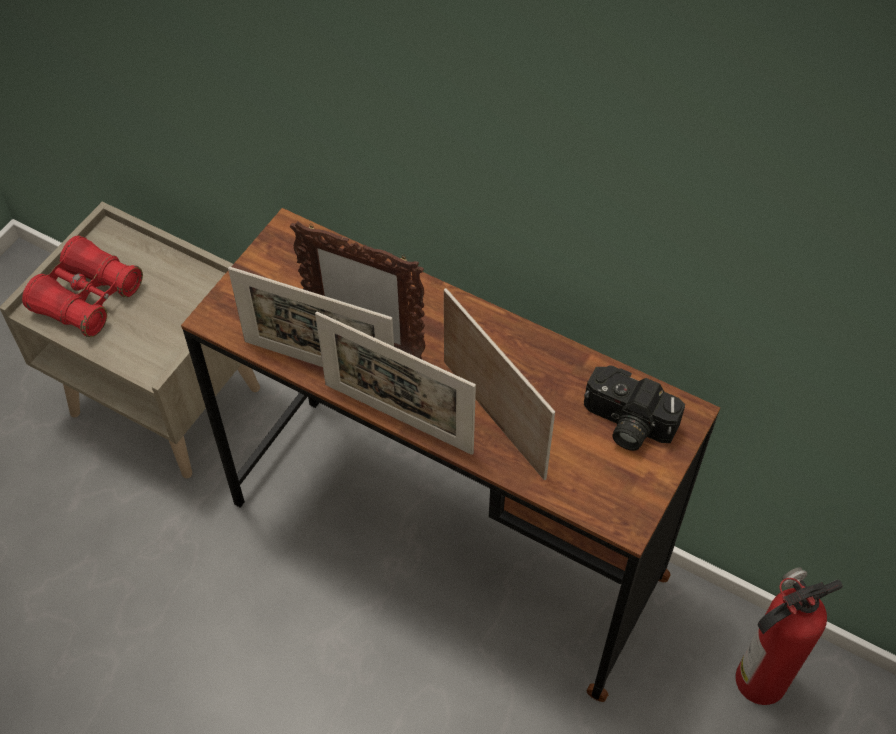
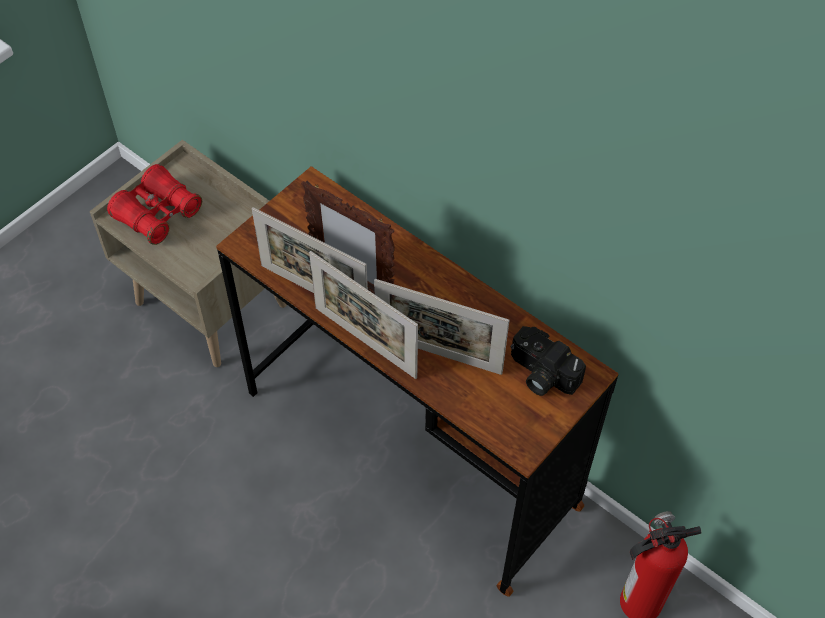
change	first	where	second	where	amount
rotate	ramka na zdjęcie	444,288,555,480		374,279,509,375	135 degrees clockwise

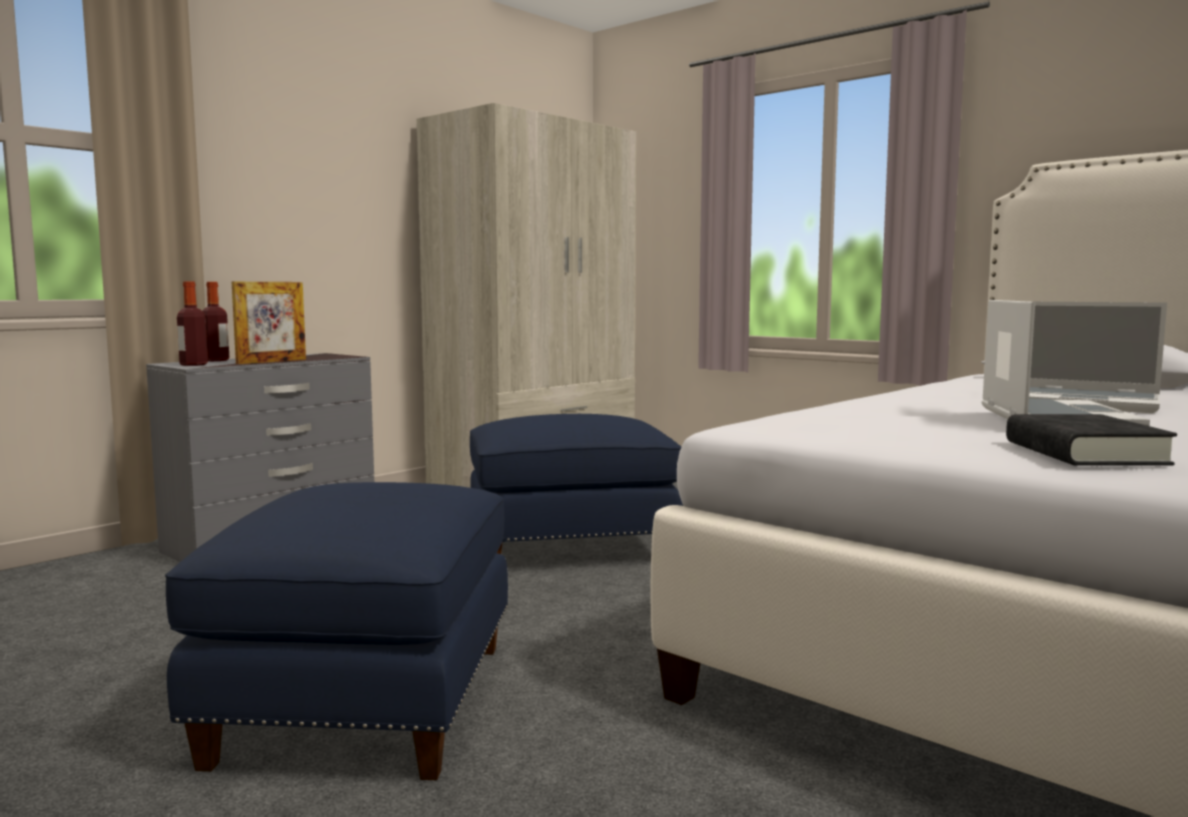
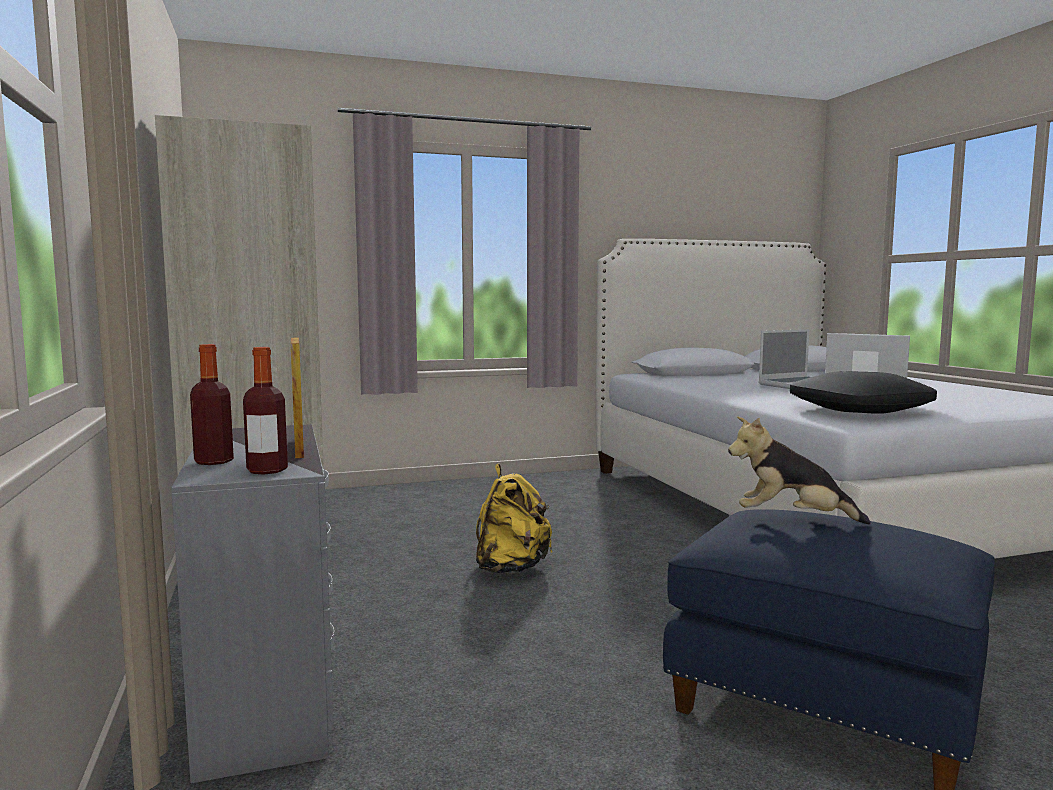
change	first	where	second	where	amount
replace	pufa (niebieski)	470,414,683,554	plecak (żółty)	476,464,553,574	
insert			pluszak	728,416,871,524	
insert			poduszka (czarny)	790,371,937,414	
delete	książka (czarny)	1006,414,1177,466			

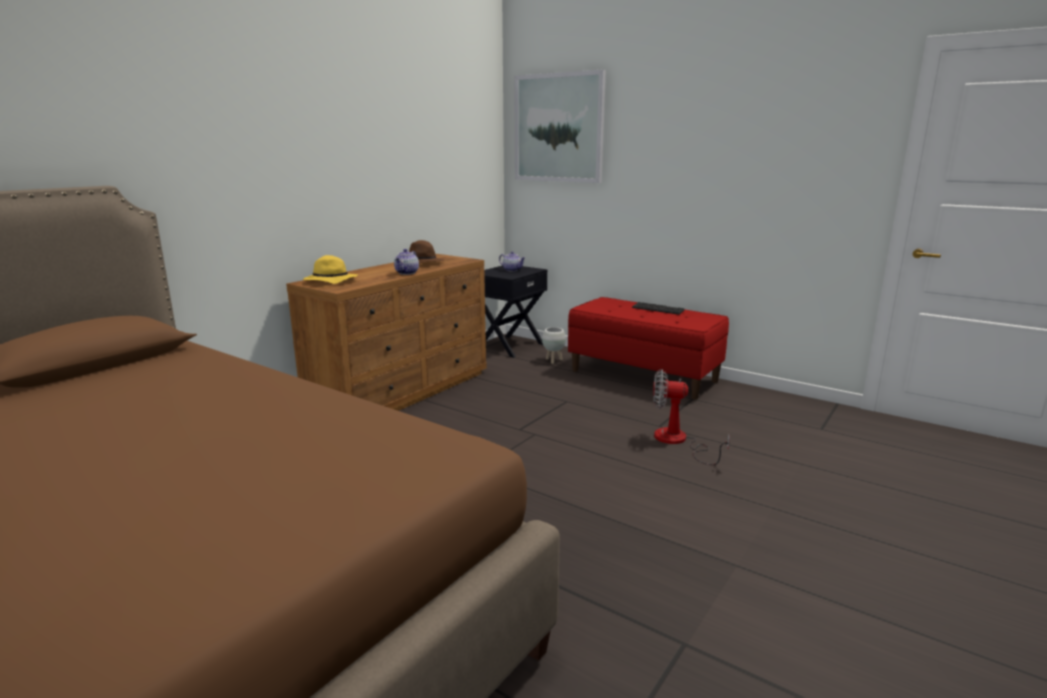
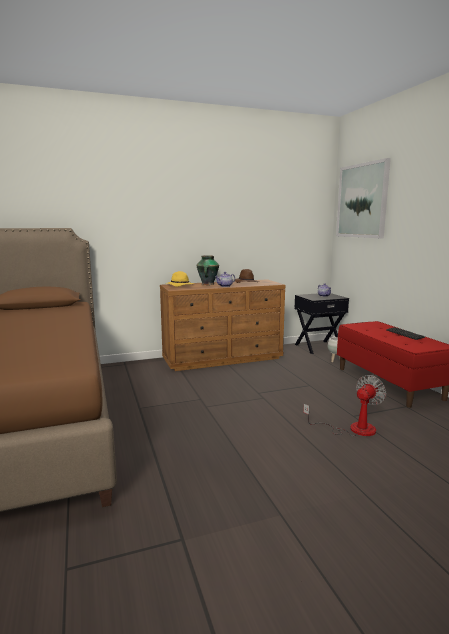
change	first	where	second	where	amount
insert			wazon	196,255,219,285	
rotate	wentylator	653,369,730,465		303,375,386,436	90 degrees clockwise

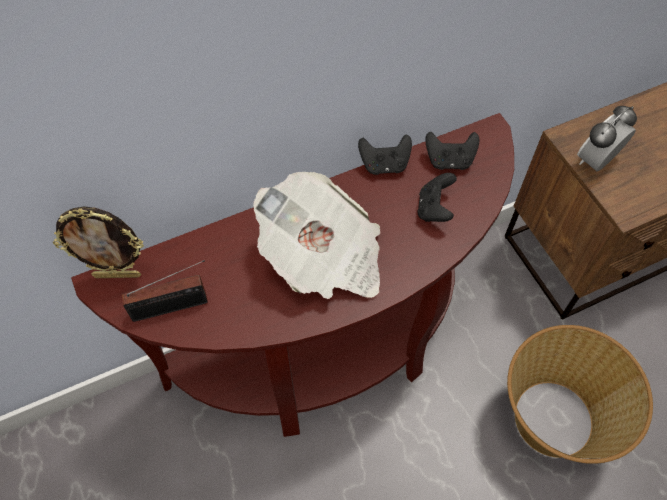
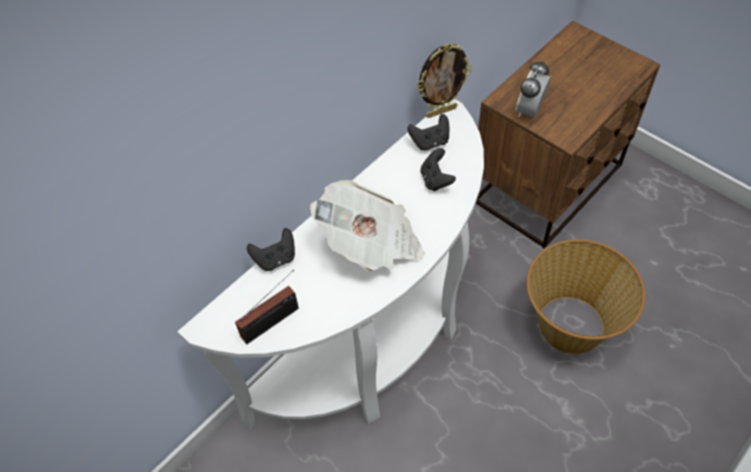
change	first	where	second	where	amount
recolor	stolik konsolowy (brązowy)	71,113,514,437	stolik konsolowy (biały)	177,99,484,429	
move	pad do gier (czarny)	358,134,412,175		247,228,295,271	
move	ramka na zdjęcie	53,206,144,278		417,44,472,118	

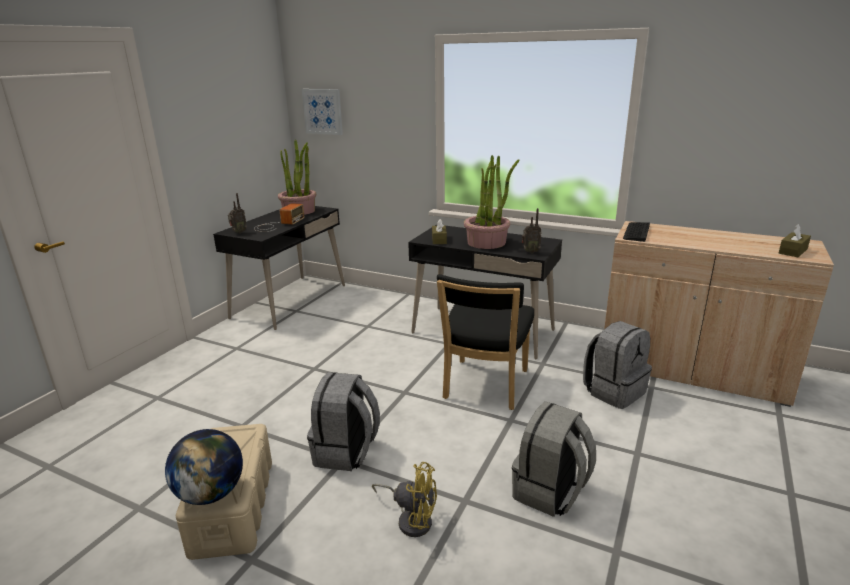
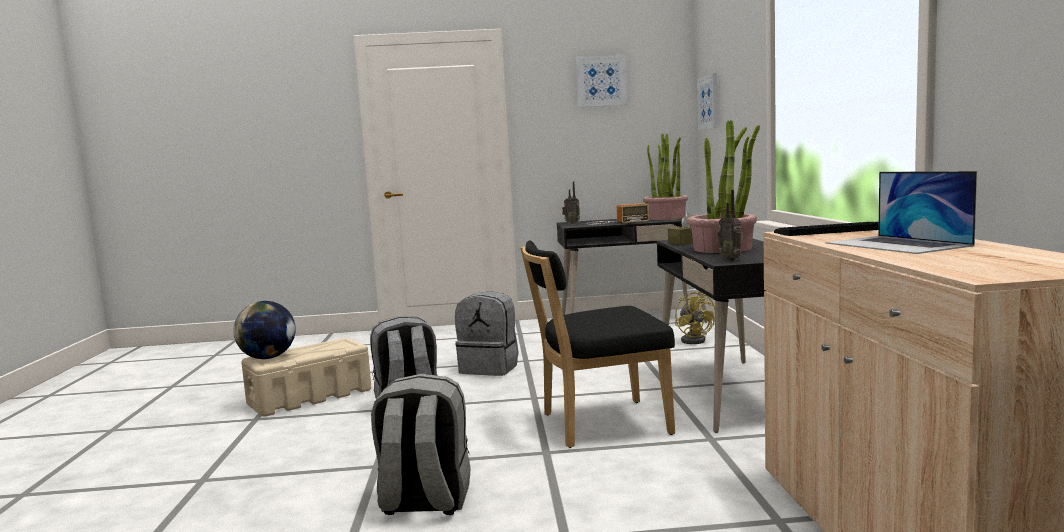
change	first	where	second	where	amount
move	plecak (szary)	583,321,652,409		455,291,518,376	
insert			obraz	576,55,627,108	
move	wentylator (żółty)	372,462,437,537		675,291,715,344	
insert			laptop	826,171,977,254	
delete	pudełko chusteczek (brązowy)	779,224,811,257			

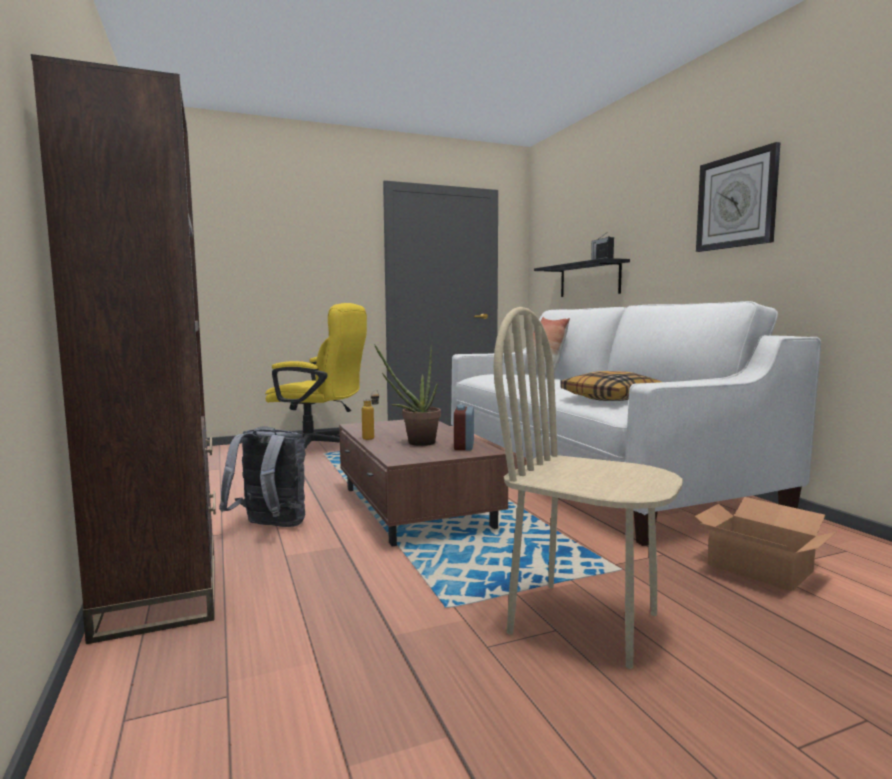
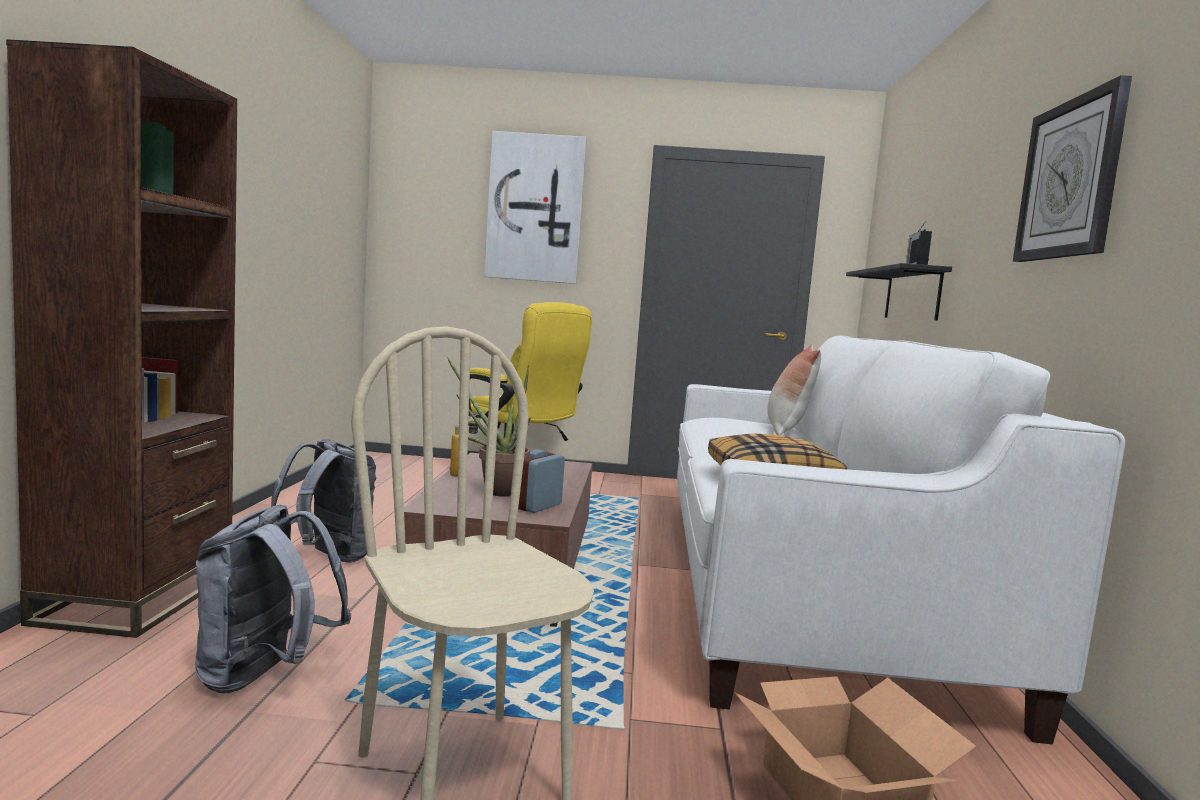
change	first	where	second	where	amount
insert			plecak (szary)	195,505,351,693	
insert			obraz	484,131,587,284	

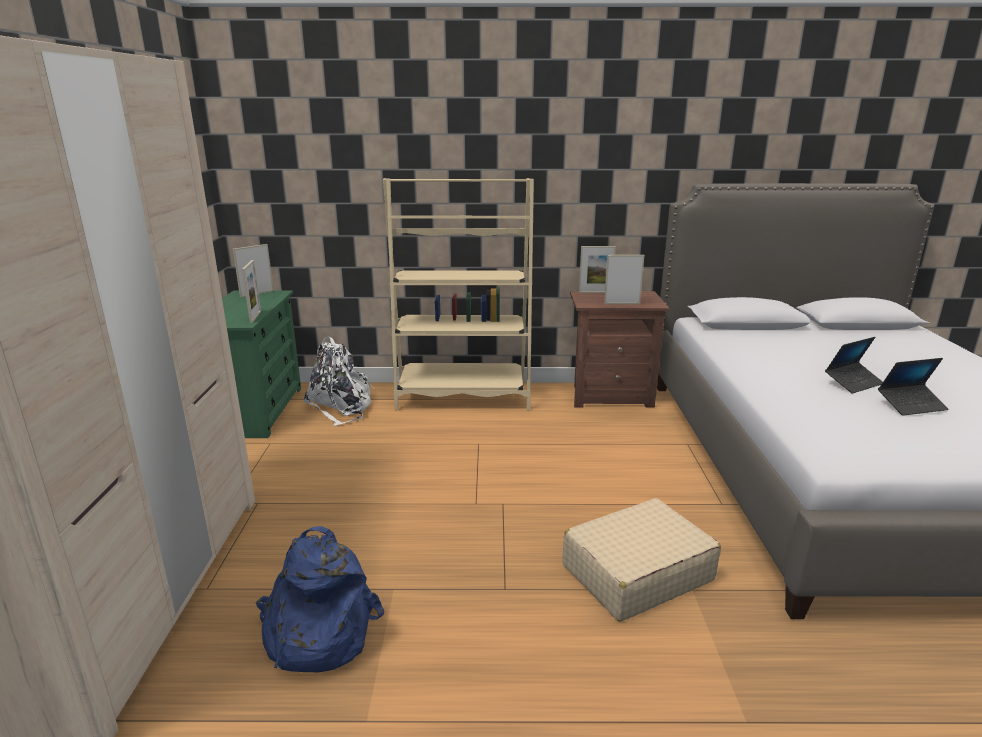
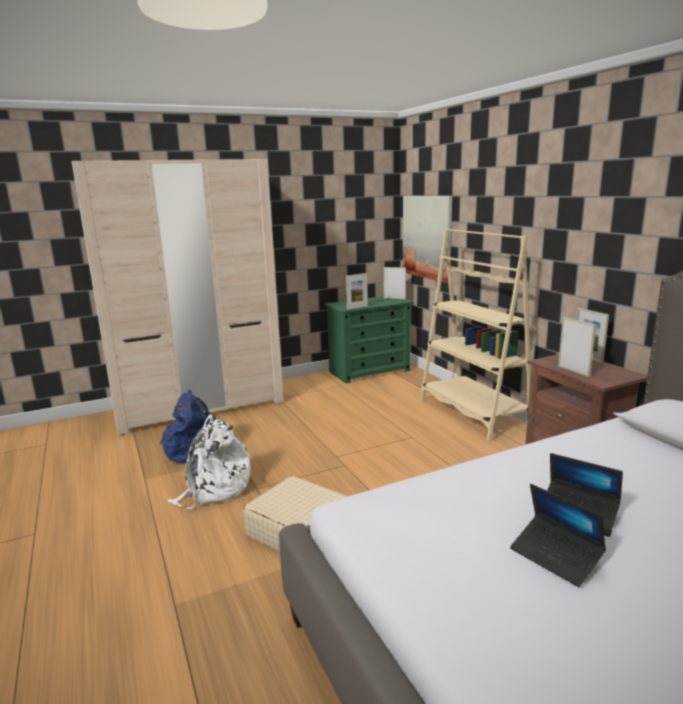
change	first	where	second	where	amount
move	plecak (biały)	303,337,373,426		167,414,251,509	
insert			obraz	403,196,452,283	

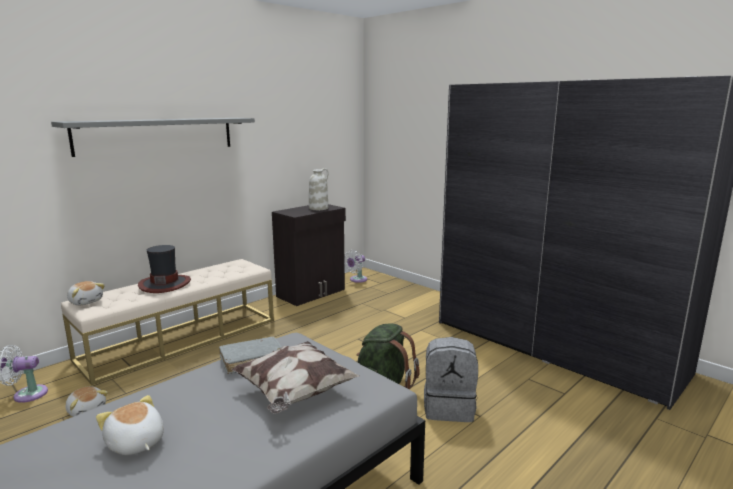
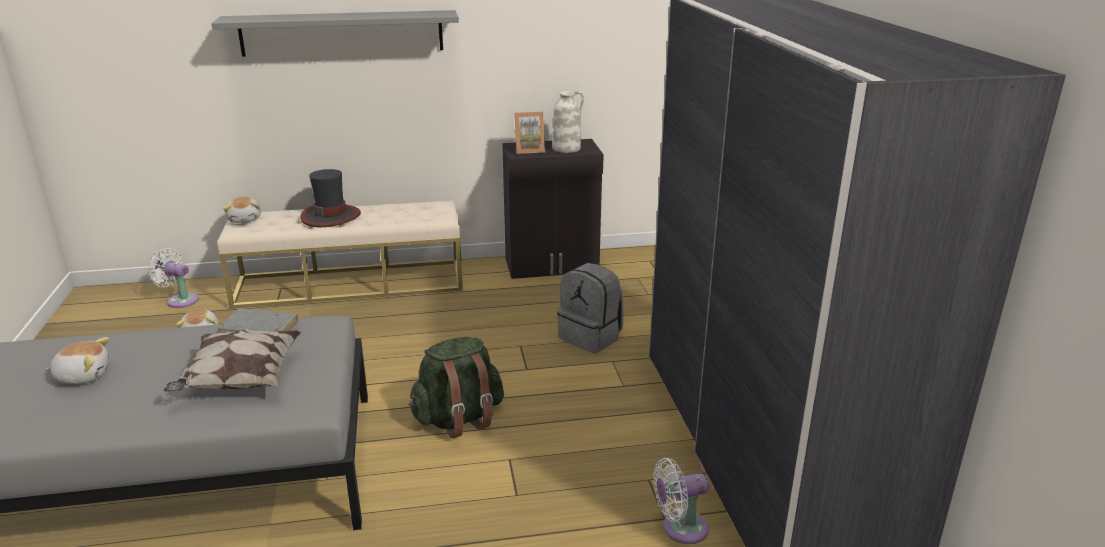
change	first	where	second	where	amount
rotate	pluszak	96,395,164,456		45,337,109,384	90 degrees clockwise
insert			ramka na zdjęcie	514,112,545,154	
move	plecak (szary)	424,337,478,422		557,263,624,353	
move	wentylator (biały)	344,250,367,283		653,458,709,544	

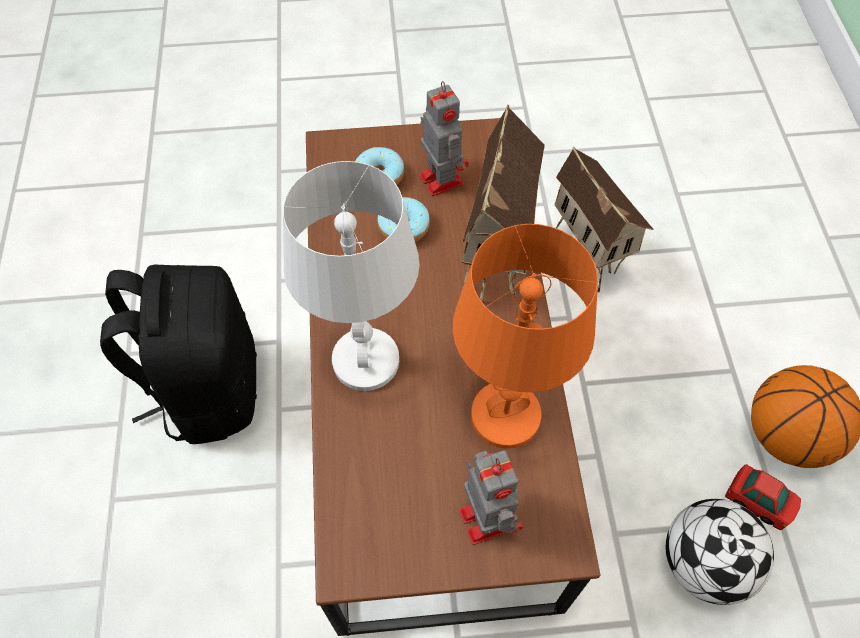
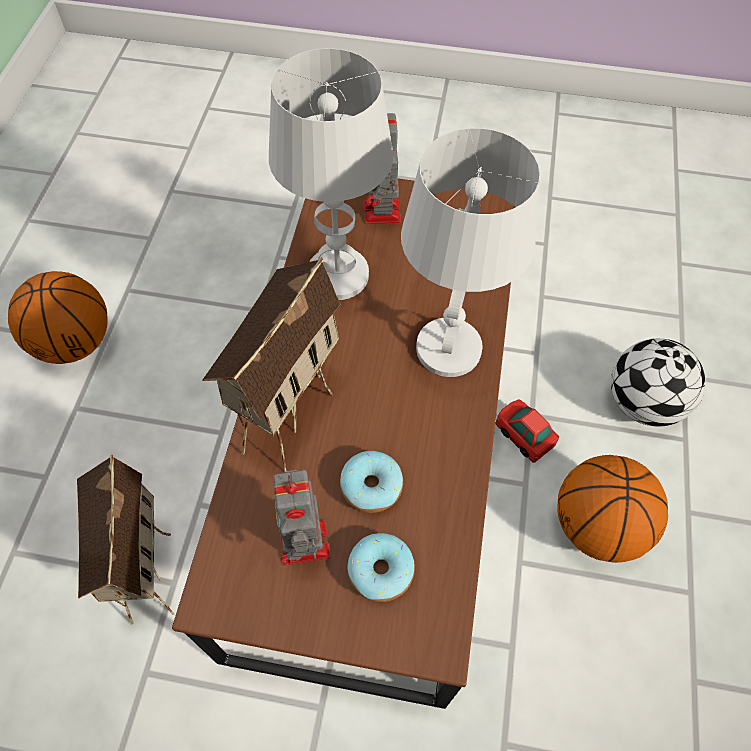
change	first	where	second	where	amount
recolor	lampa stołowa (pomarańczowy)	453,224,598,449	lampa stołowa (biały)	269,48,393,300	
move	samochodzik	725,464,801,530		496,400,559,463	
replace	plecak (czarny)	100,264,257,444	piłka do koszykówki	557,455,668,563	
move	piłka futbolowa	666,499,774,605		611,338,705,427	

